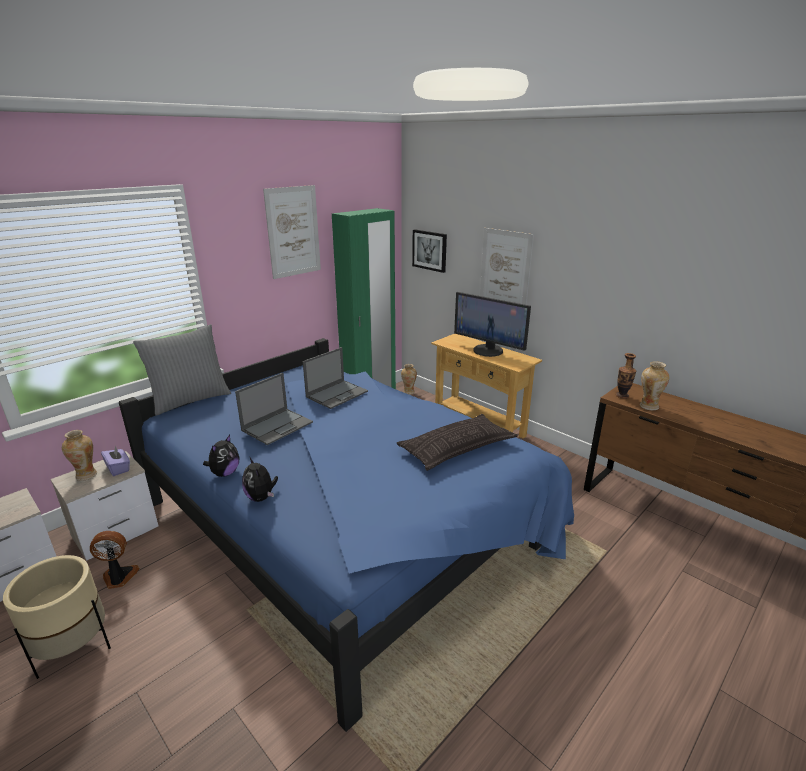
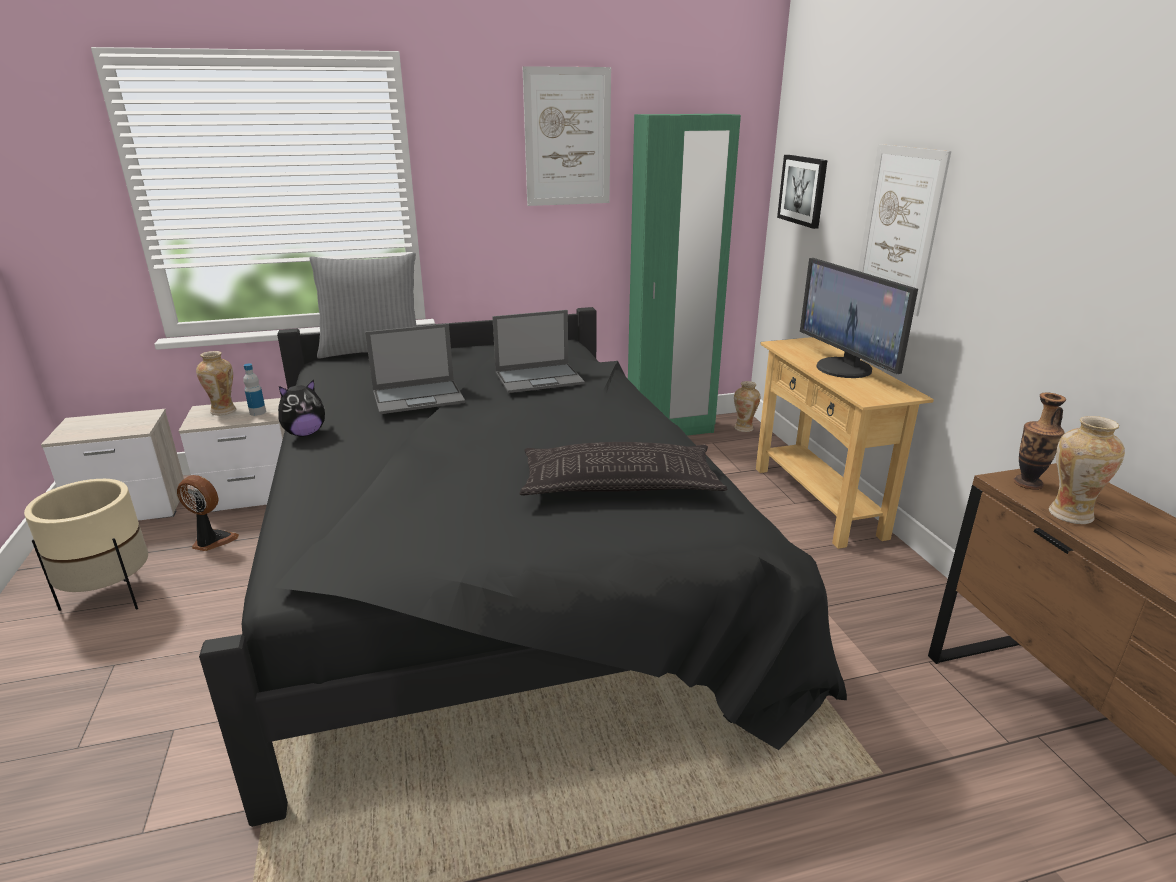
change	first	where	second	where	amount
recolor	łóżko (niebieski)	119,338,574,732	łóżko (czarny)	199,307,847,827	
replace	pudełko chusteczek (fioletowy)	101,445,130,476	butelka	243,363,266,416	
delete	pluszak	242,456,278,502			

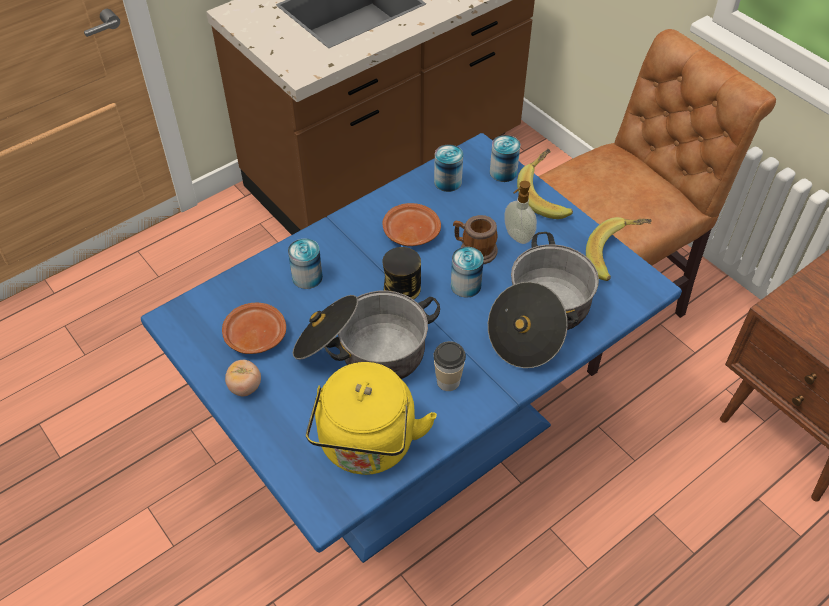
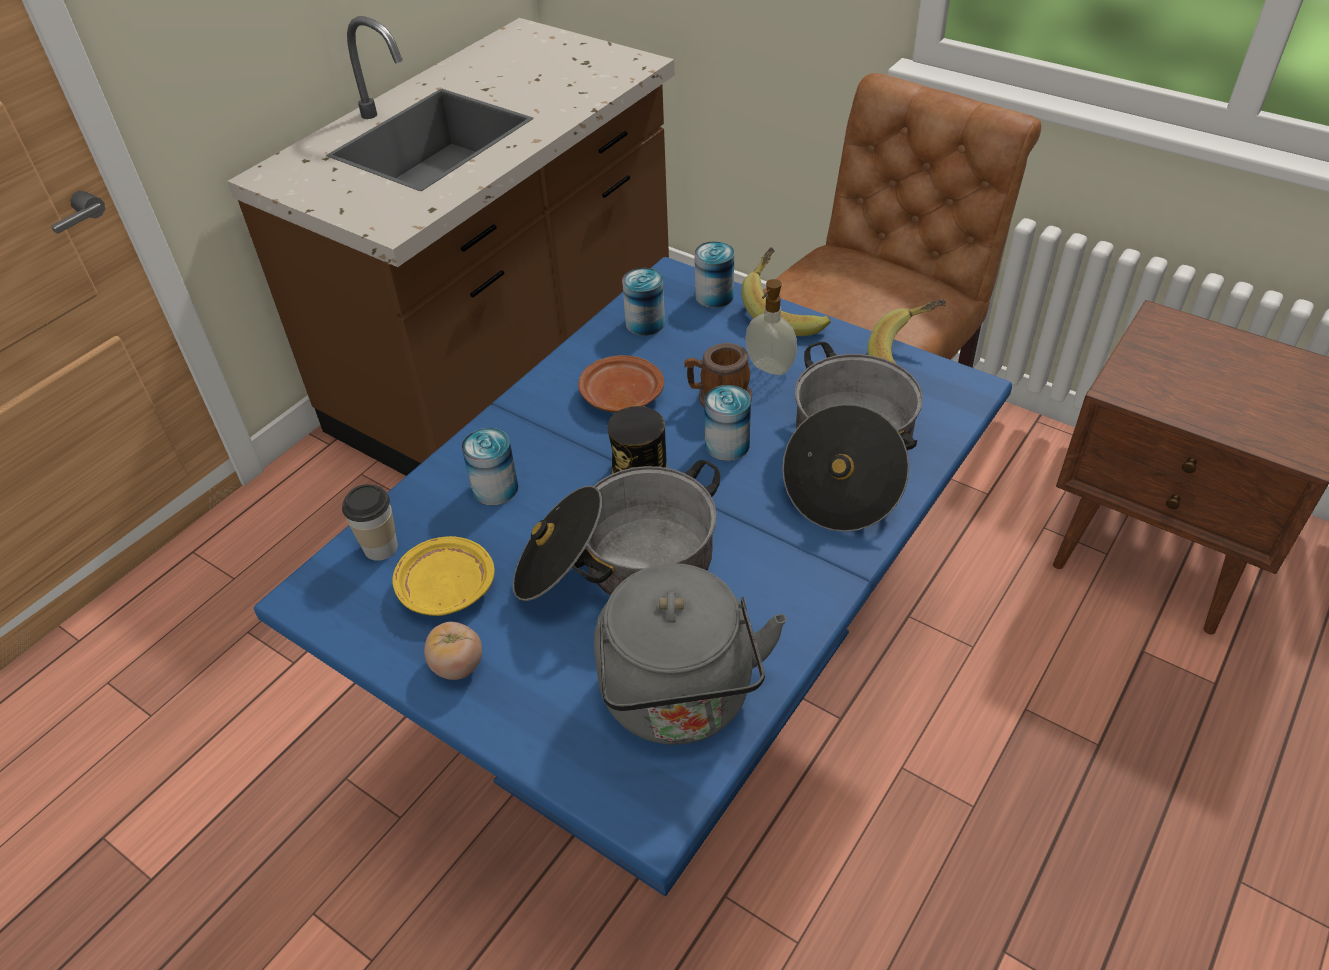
change	first	where	second	where	amount
move	filiżanka	433,341,466,391		342,484,398,561	
recolor	talerz (brązowy)	222,303,286,354	talerz (żółty)	392,536,495,616	
recolor	czajnik (żółty)	306,362,437,475	czajnik (szary)	594,563,786,745	

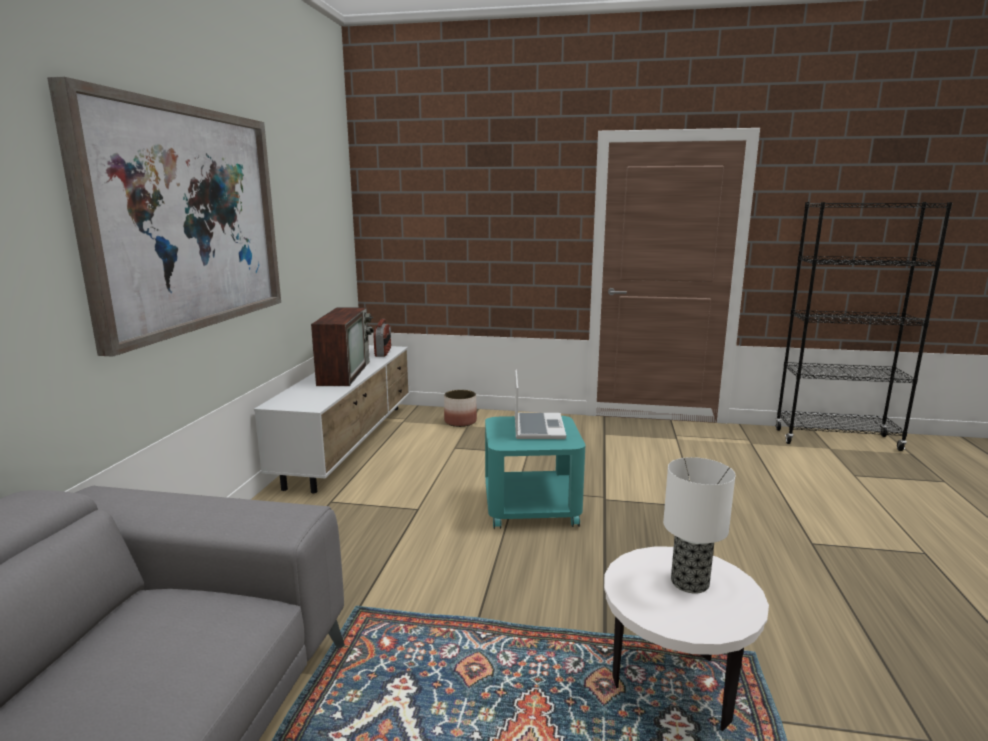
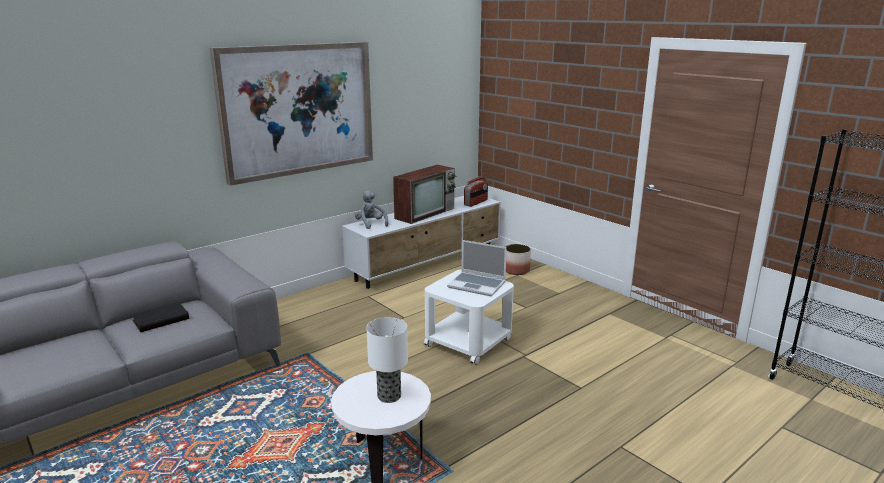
change	first	where	second	where	amount
insert			książka (czarny)	131,302,189,332	
insert			pluszak (szary)	355,190,388,229	
recolor	stolik (turkusowy)	485,416,585,529	stolik (biały)	424,269,514,365	
rotate	laptop	515,370,566,439		447,240,507,296	75 degrees clockwise

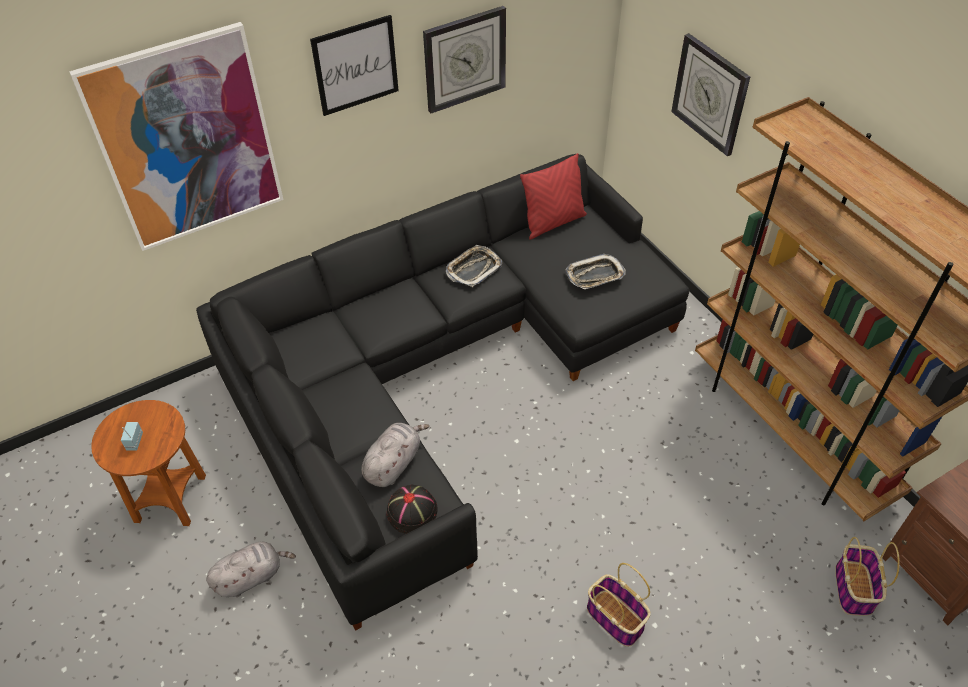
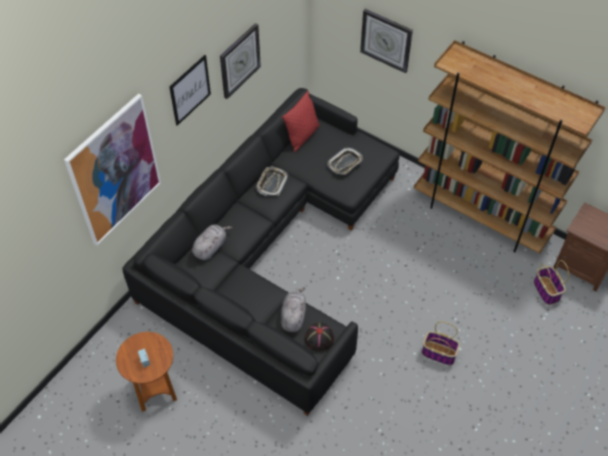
change	first	where	second	where	amount
move	pluszak (szary)	206,541,296,597		192,225,232,260	

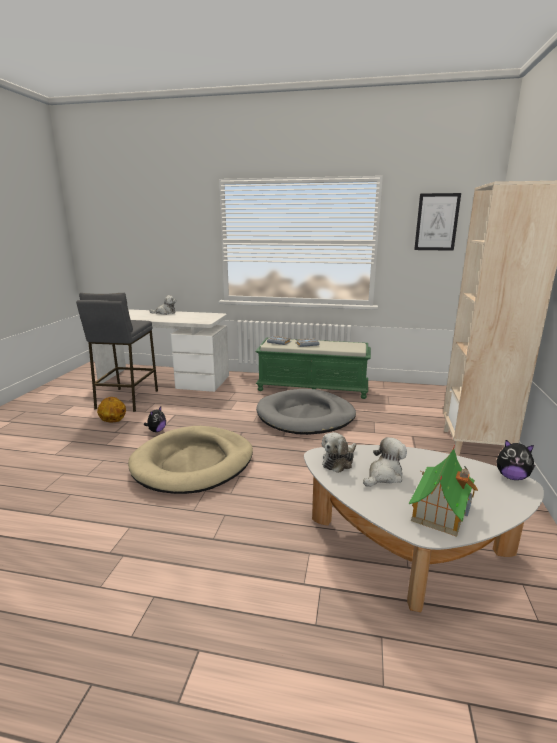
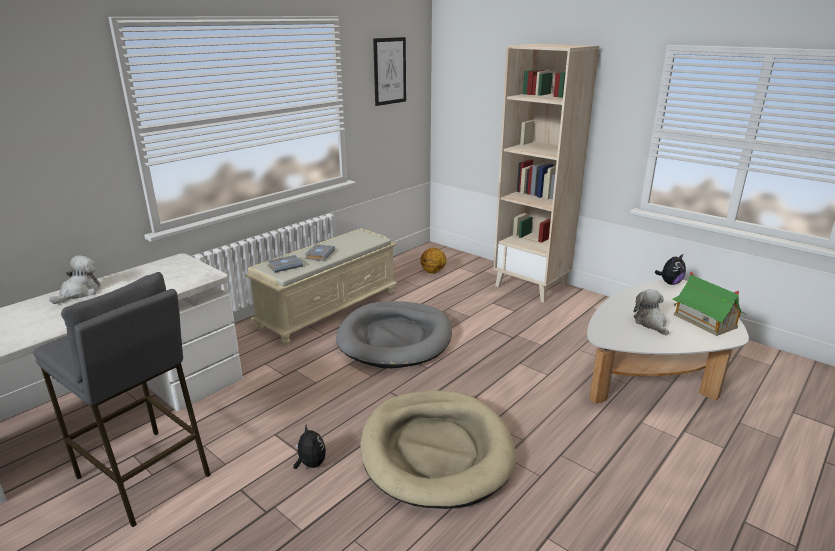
change	first	where	second	where	amount
recolor	ławka (zielony)	255,338,371,399	ławka (beżowy)	245,228,397,345	
move	piłka do koszykówki	97,397,126,422		421,248,447,274	
delete	pluszak	322,432,356,473			

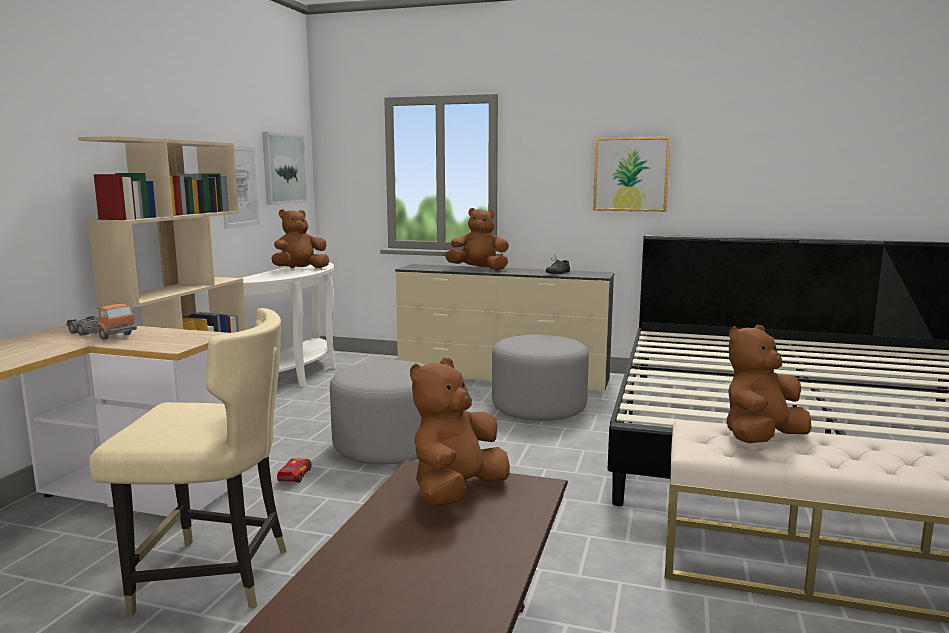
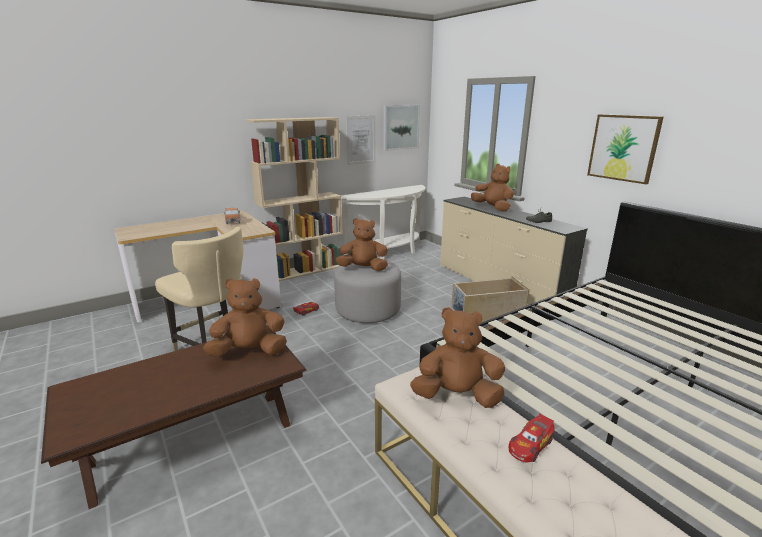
change	first	where	second	where	amount
move	pluszak (brązowy)	271,209,329,268		336,218,388,271	
replace	pufa (szary)	492,335,589,421	pojemnik do przechowywania (beżowy)	451,276,530,322	
insert			samochodzik	508,413,555,463	

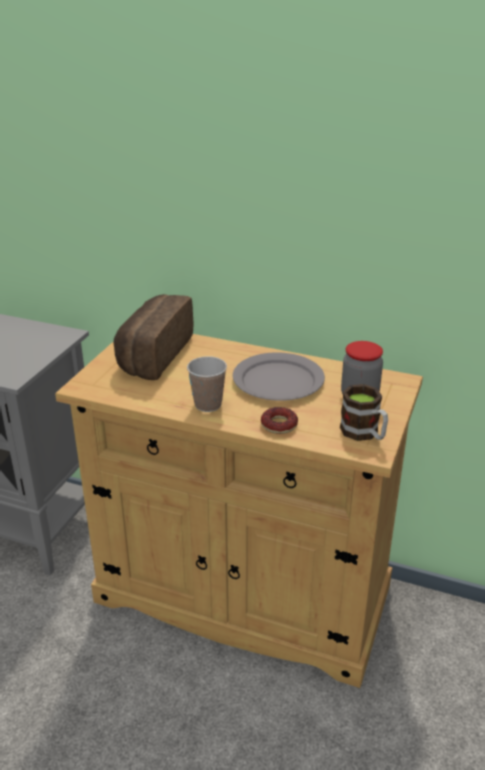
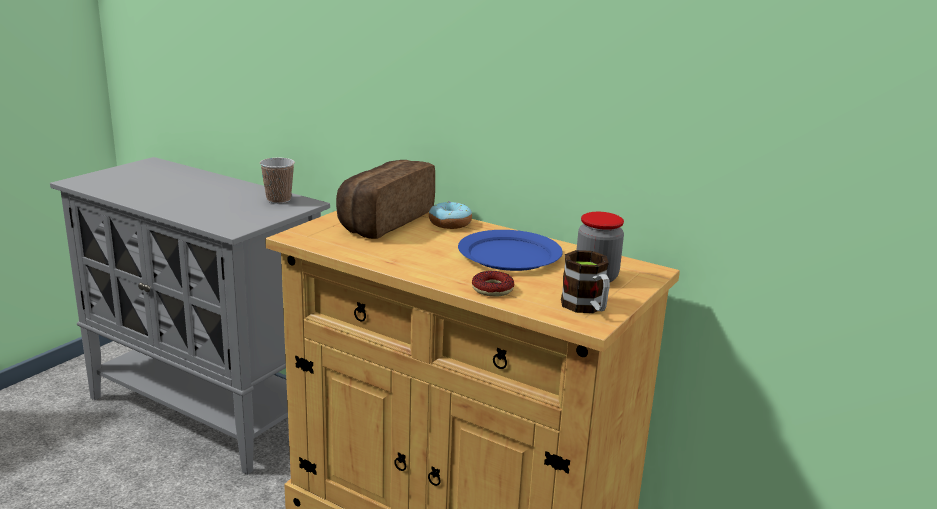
change	first	where	second	where	amount
move	filiżanka	187,356,227,412		260,158,295,204	
insert			donut	429,202,472,229	
recolor	talerz (szary)	233,352,325,401	talerz (niebieski)	458,230,563,271	

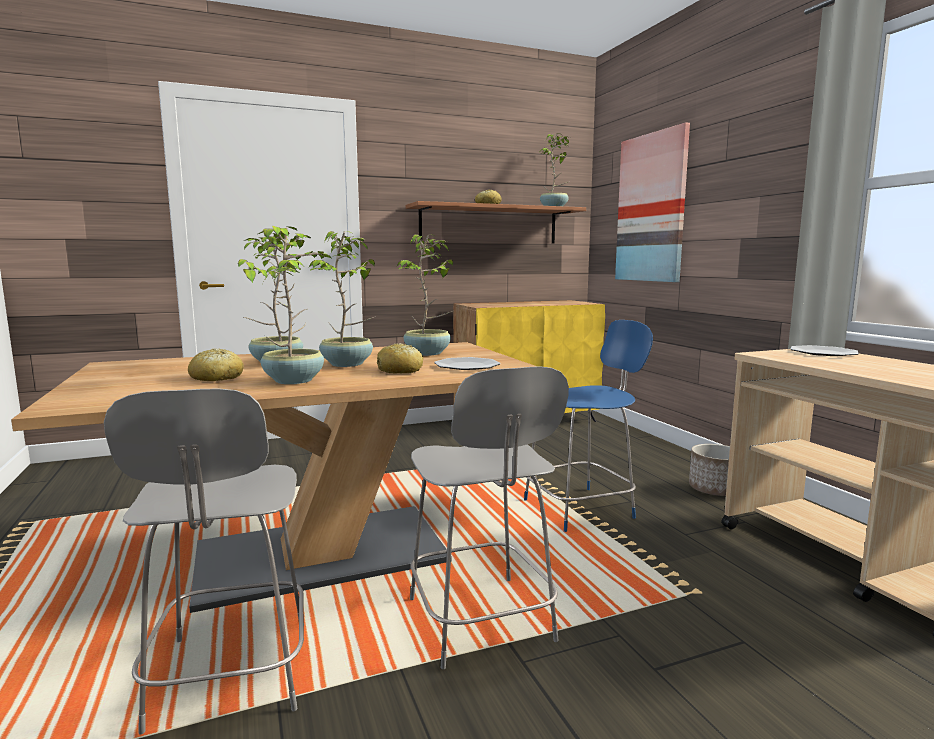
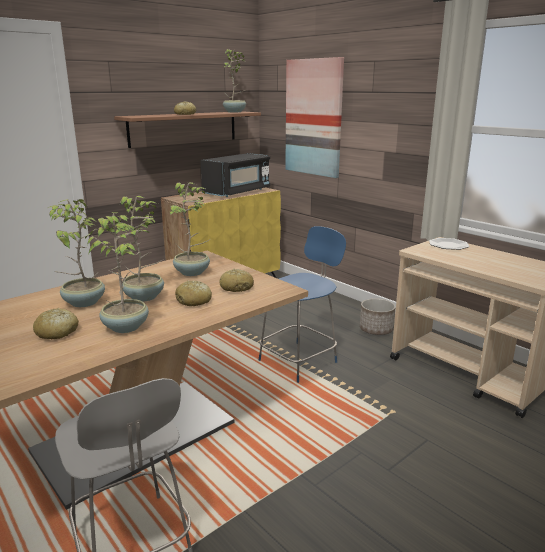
change	first	where	second	where	amount
insert			mikrofalówka (czarny)	200,153,270,197	
replace	talerz	434,357,500,370	chleb	219,269,254,292	
delete	krzesło (szary)	410,366,569,669			

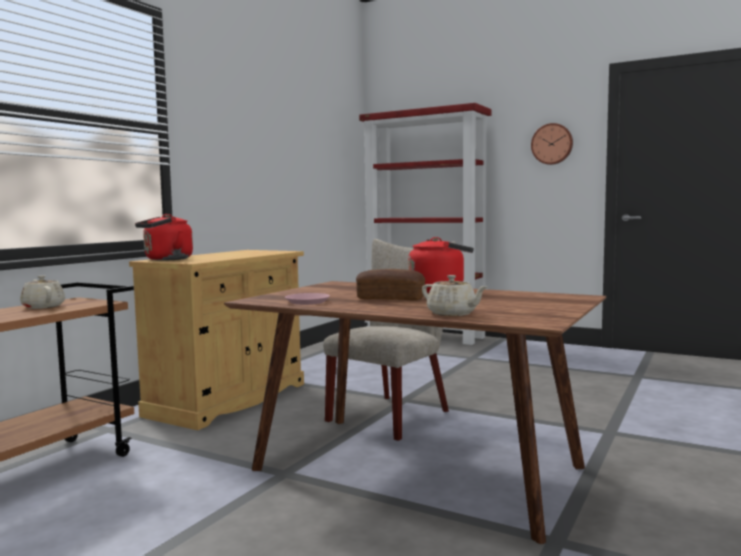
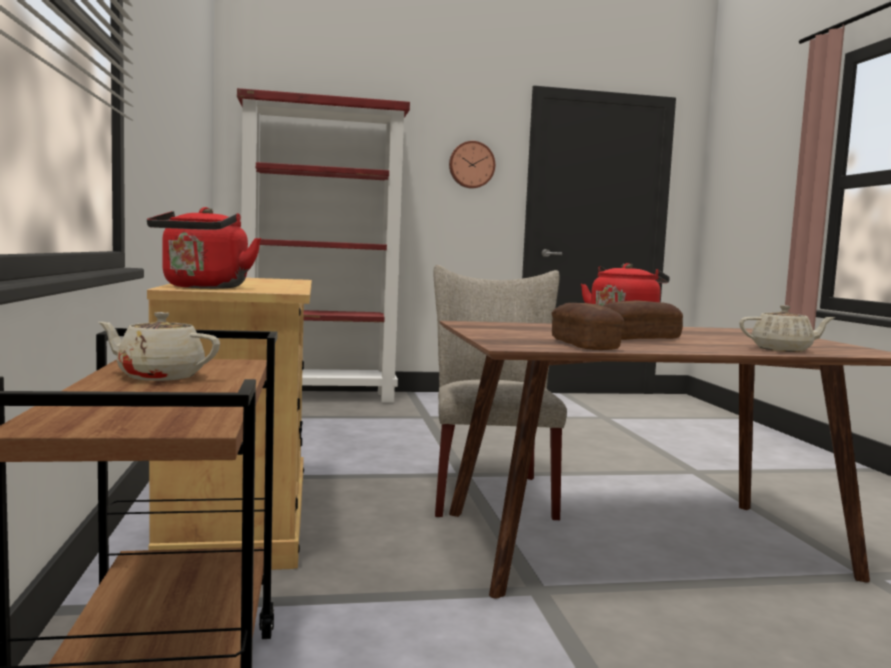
change	first	where	second	where	amount
replace	talerz (różowy)	285,293,330,305	chleb	552,303,624,350	

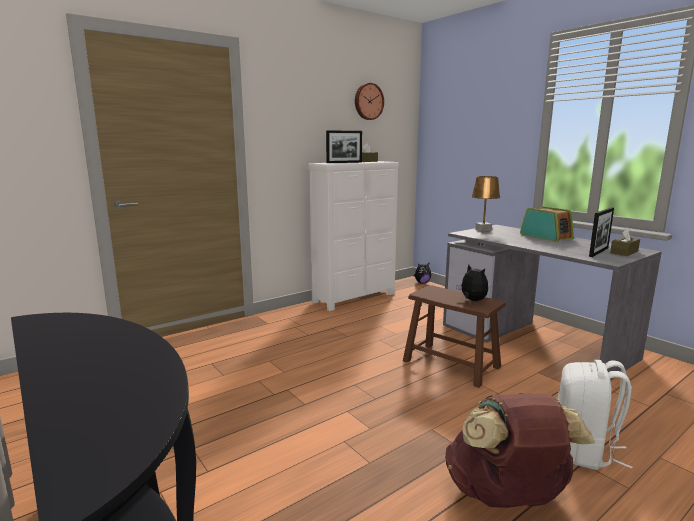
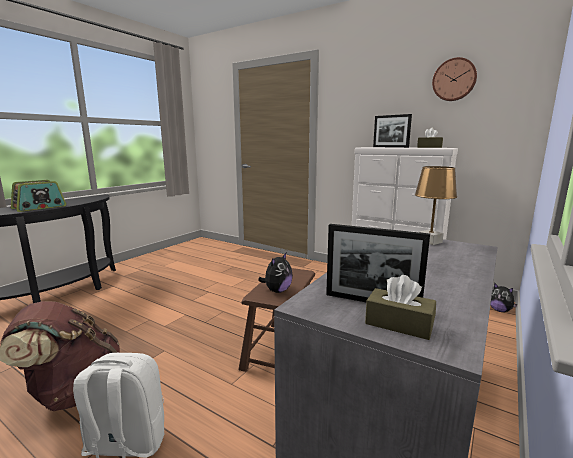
change	first	where	second	where	amount
move	radio	520,206,574,242		11,180,66,212	

